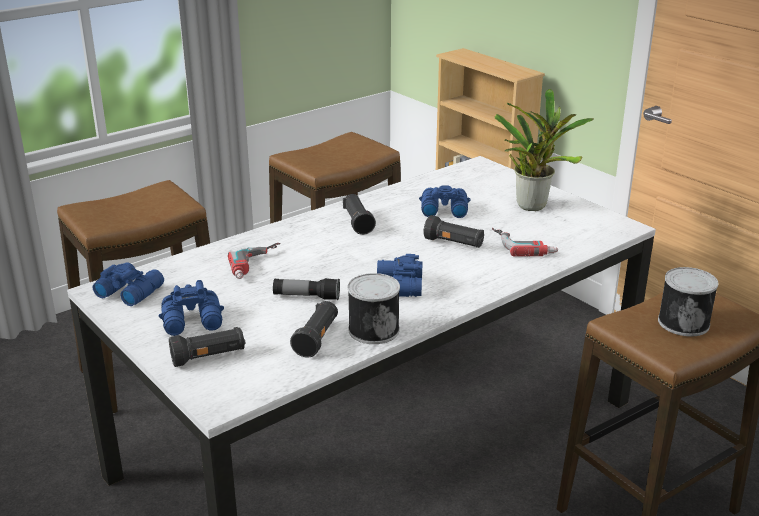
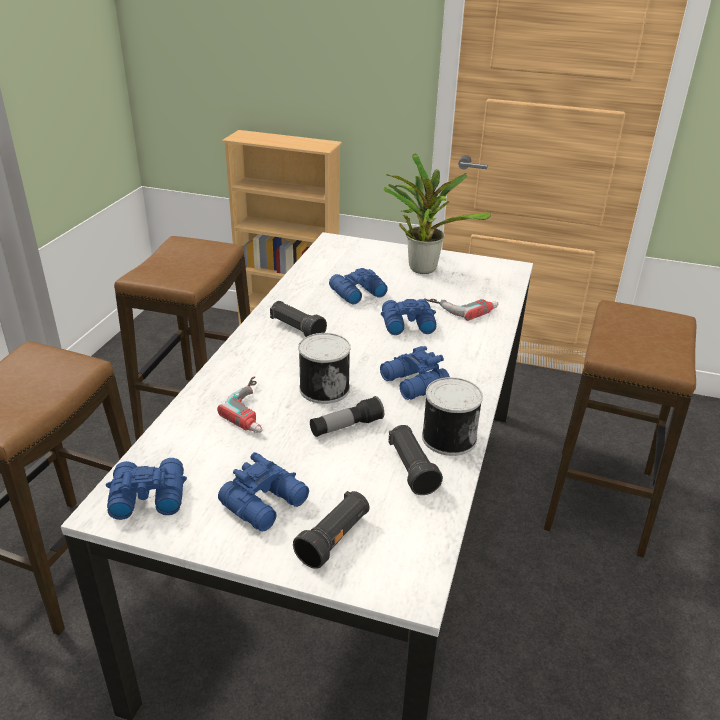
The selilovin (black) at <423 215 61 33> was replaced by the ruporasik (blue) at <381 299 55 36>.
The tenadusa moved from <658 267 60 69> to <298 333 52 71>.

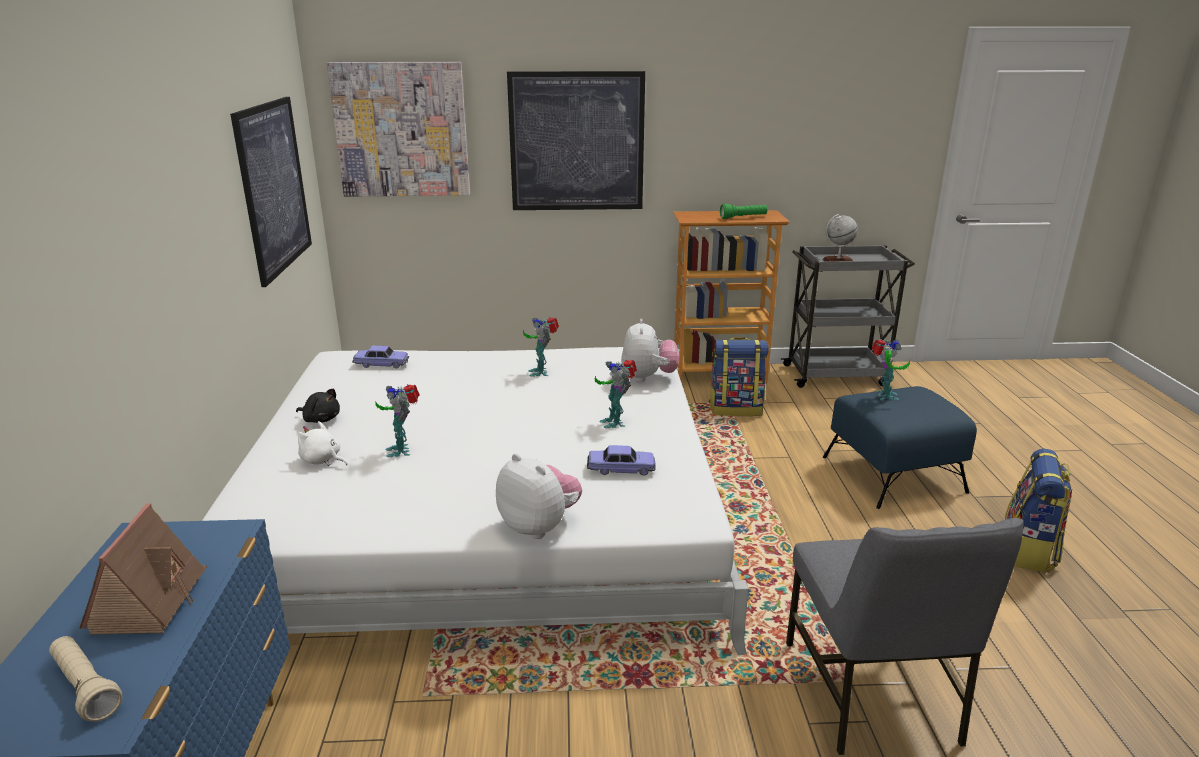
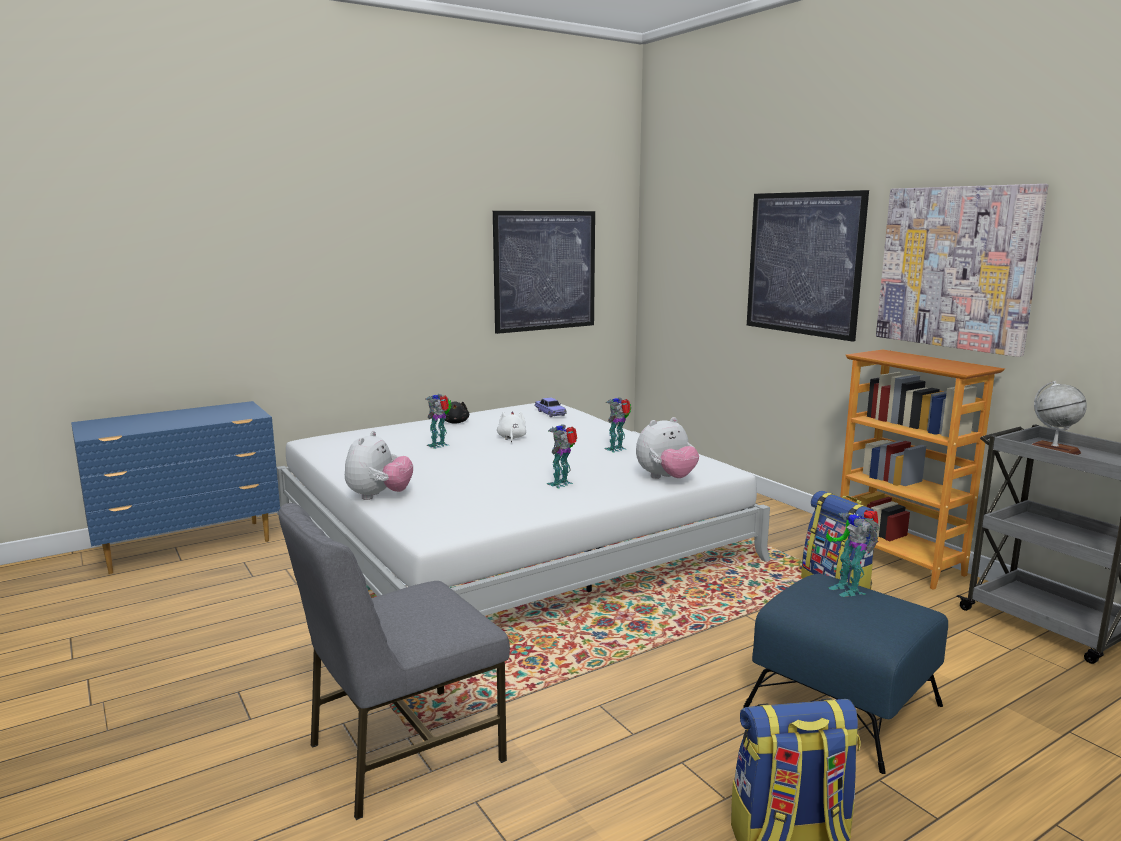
The selilovin (beige) at <49 636 73 86> disappeared.
The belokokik at <80 503 128 132> disappeared.
The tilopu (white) moved from <298 421 49 45> to <497 411 29 31>.
The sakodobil moved from <327 62 143 135> to <876 184 172 173>.
The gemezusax at <587 445 69 31> disappeared.
The selilovin (green) at <720 204 47 15> disappeared.
The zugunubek at <872 339 38 61> turned 90 degrees clockwise.

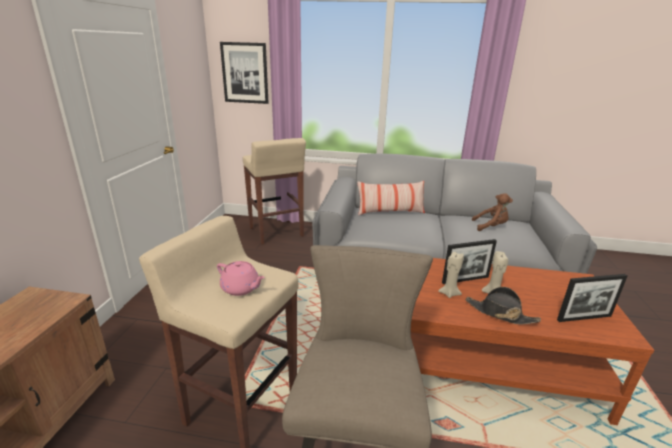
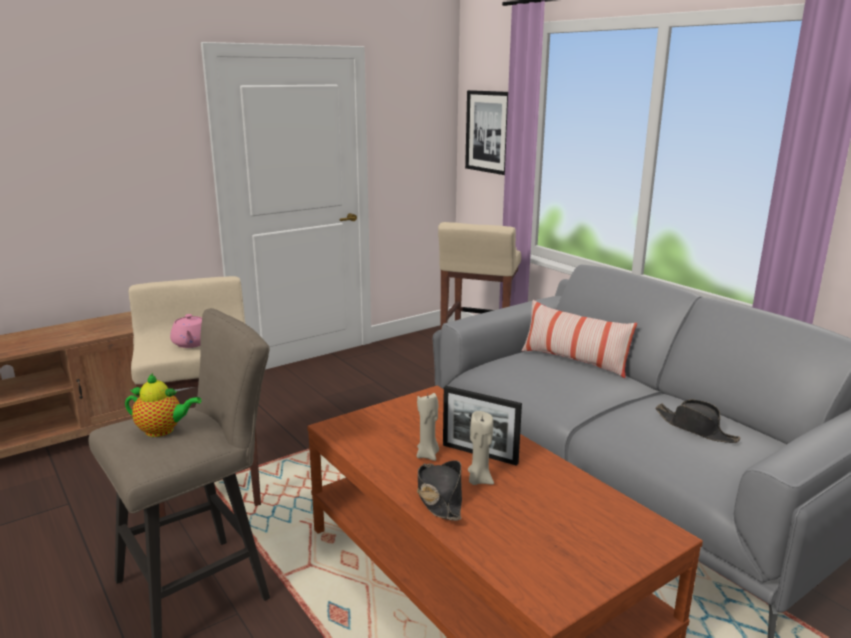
The tilopu (brown) at <472 193 41 38> was replaced by the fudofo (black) at <655 400 86 43>.
The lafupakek at <557 274 70 48> disappeared.
The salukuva at <125 373 77 64> appeared.

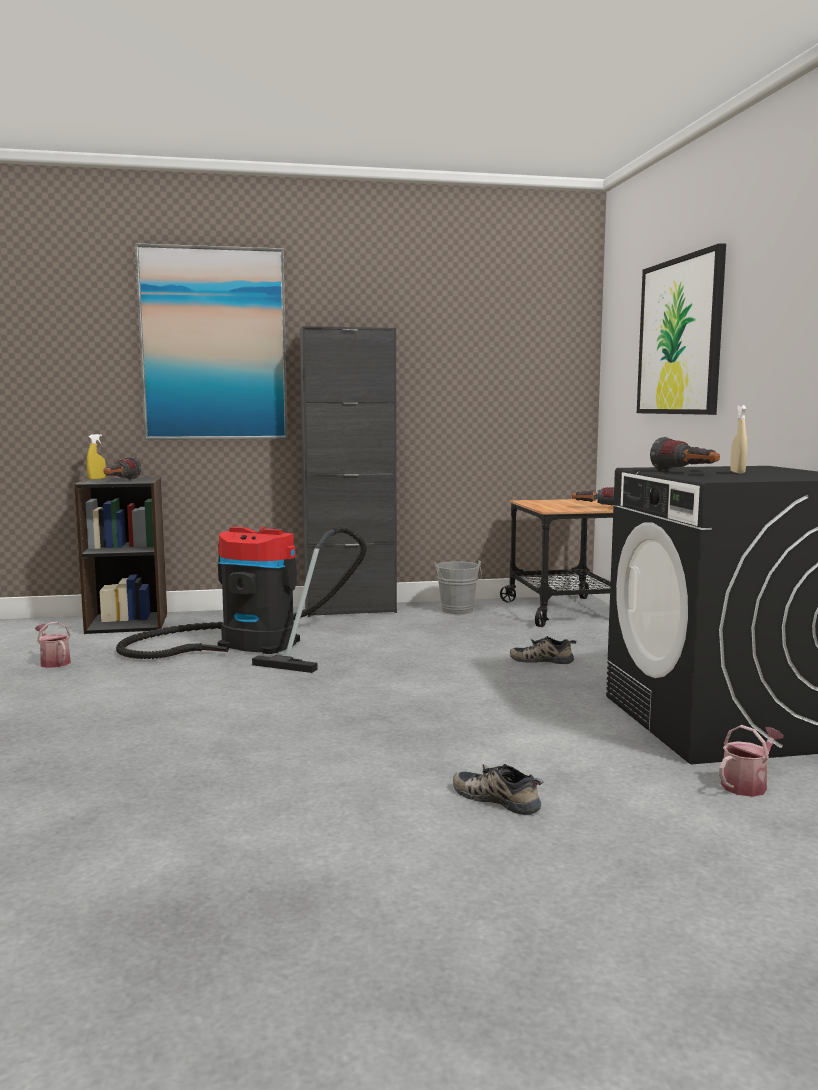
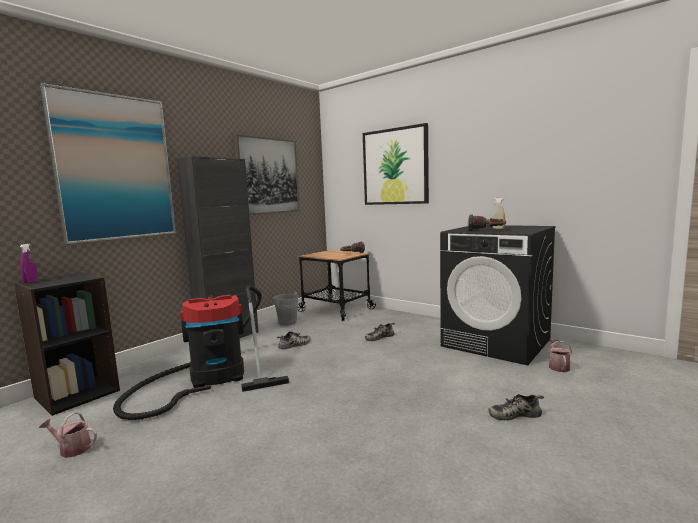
The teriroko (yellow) at <87 434 19 46> became the teriroko (purple) at <20 244 18 39>.
The selilovin at <104 456 37 24> disappeared.
The sakodobil at <234 135 66 80> appeared.
The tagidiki at <277 331 34 18> appeared.

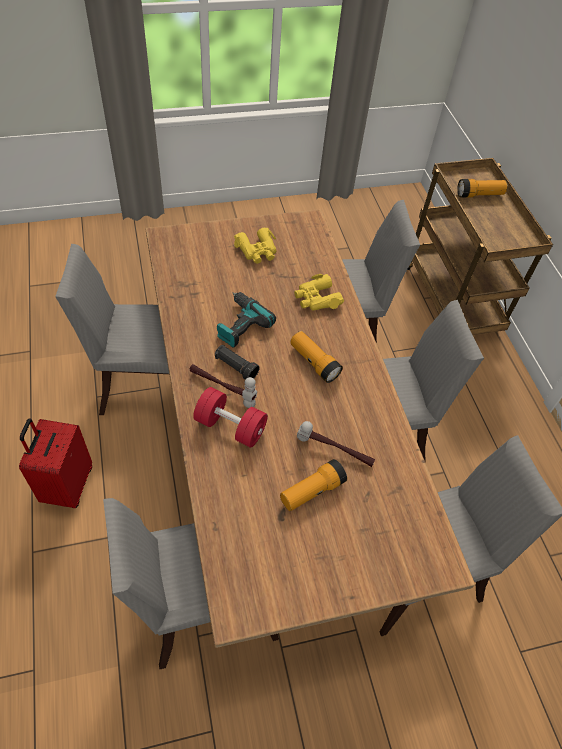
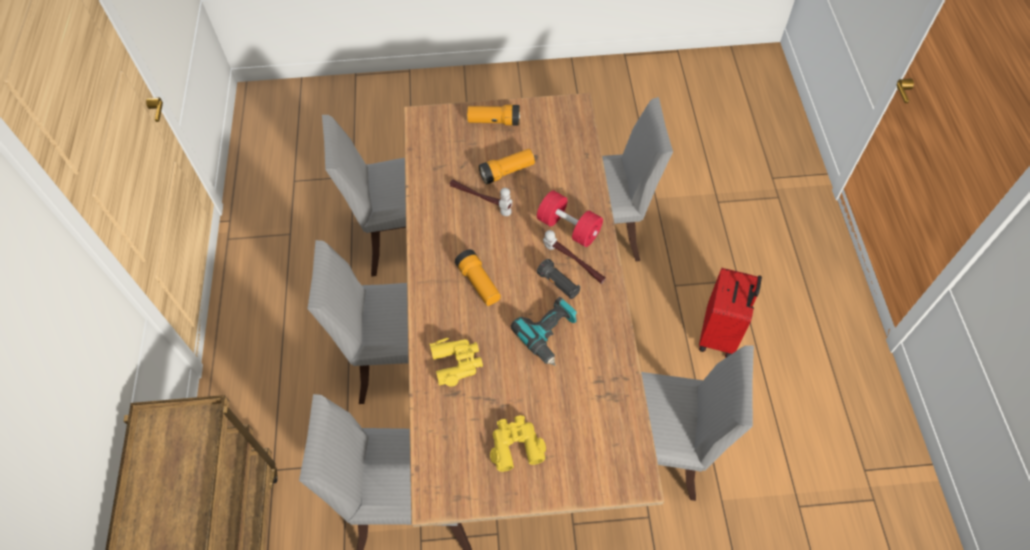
The selilovin moved from <457 179 51 19> to <467 105 53 20>.

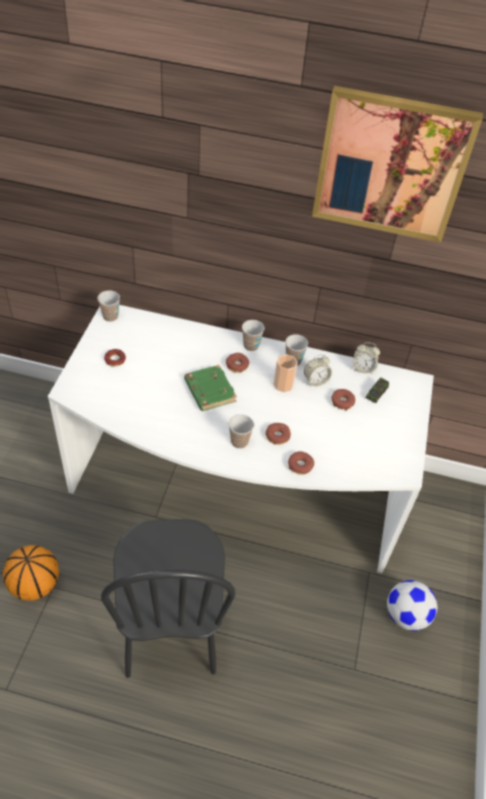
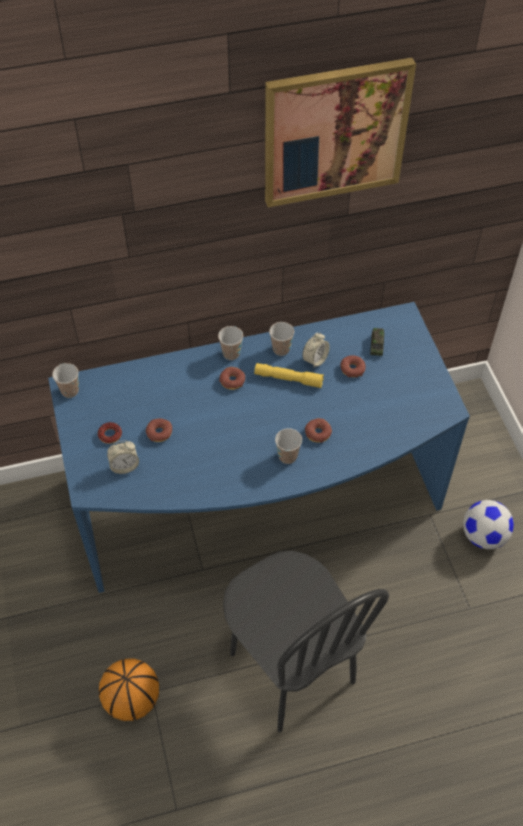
The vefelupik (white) at <48 305 386 268> became the vefelupik (blue) at <48 302 422 291>.
The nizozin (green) at <184 365 53 46> disappeared.
The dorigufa at <273 354 25 38> was replaced by the selilovin (yellow) at <254 363 70 25>.
The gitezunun moved from <288 451 26 24> to <146 419 26 23>.
The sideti moved from <353 343 27 30> to <107 440 32 34>.

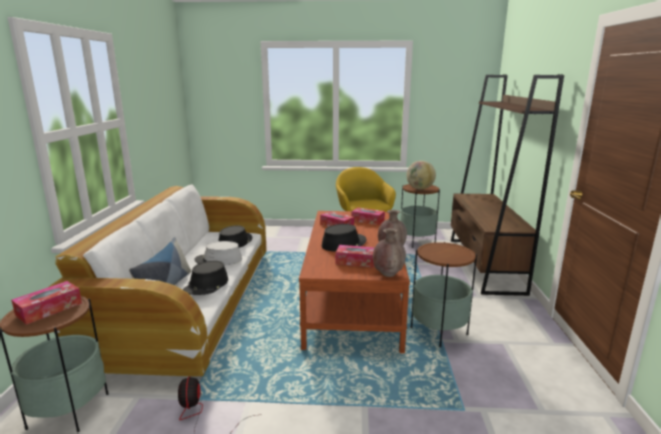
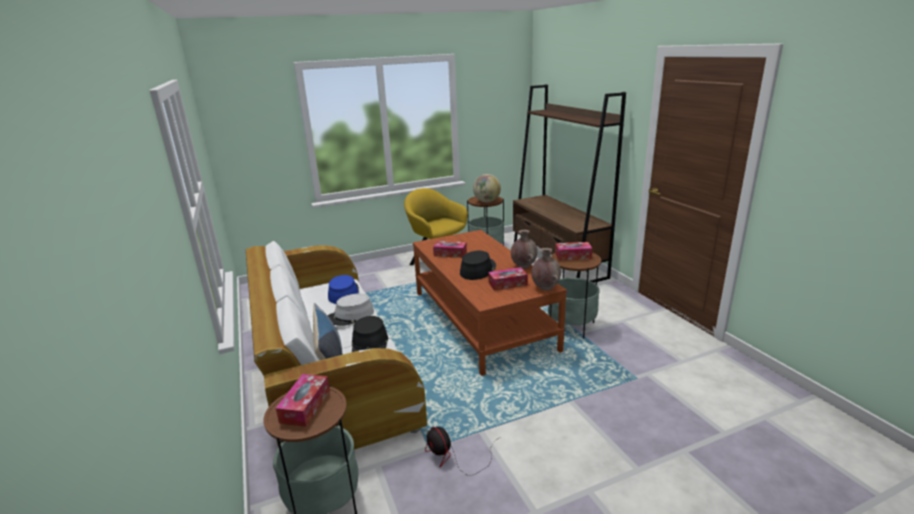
The fudofo (black) at <218 225 34 23> became the fudofo (blue) at <328 275 31 29>.
The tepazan moved from <351 207 34 18> to <555 242 38 18>.

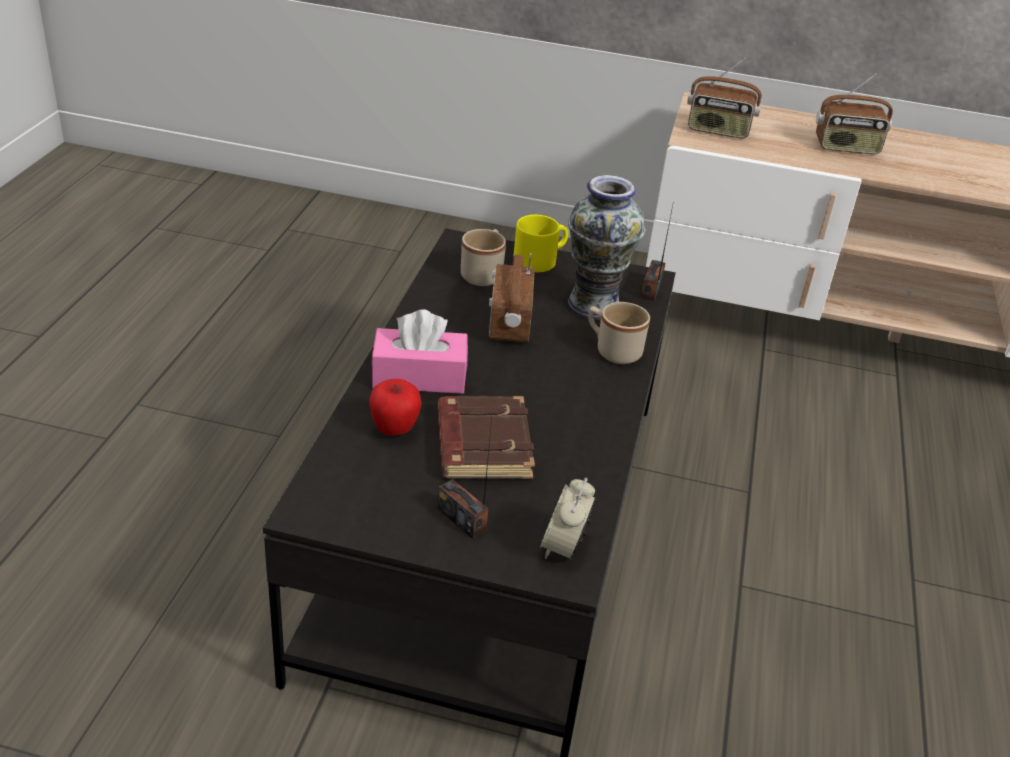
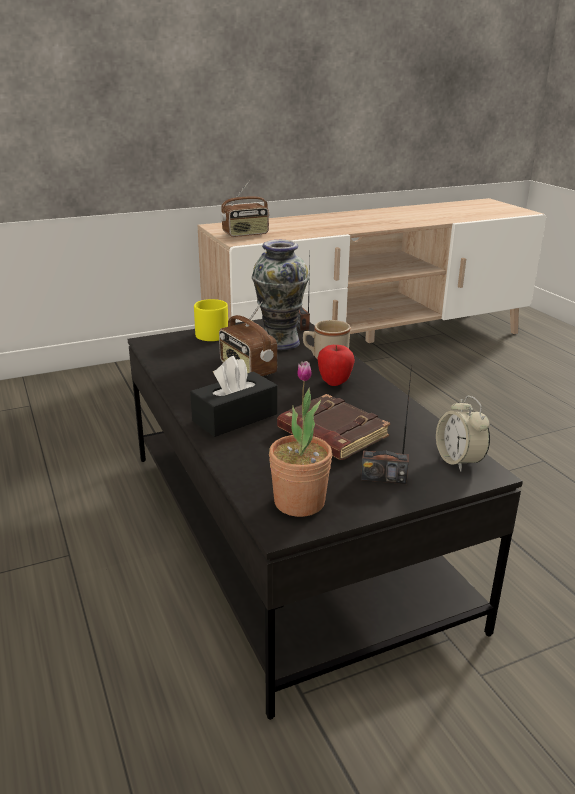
The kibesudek moved from <370 379 52 57> to <317 345 38 41>.
The tepazan (pink) at <371 309 97 85> became the tepazan (black) at <190 356 87 81>.
The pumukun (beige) at <461 229 45 57> disappeared.
The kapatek at <816 74 77 80> disappeared.
The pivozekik at <269 361 63 156> appeared.

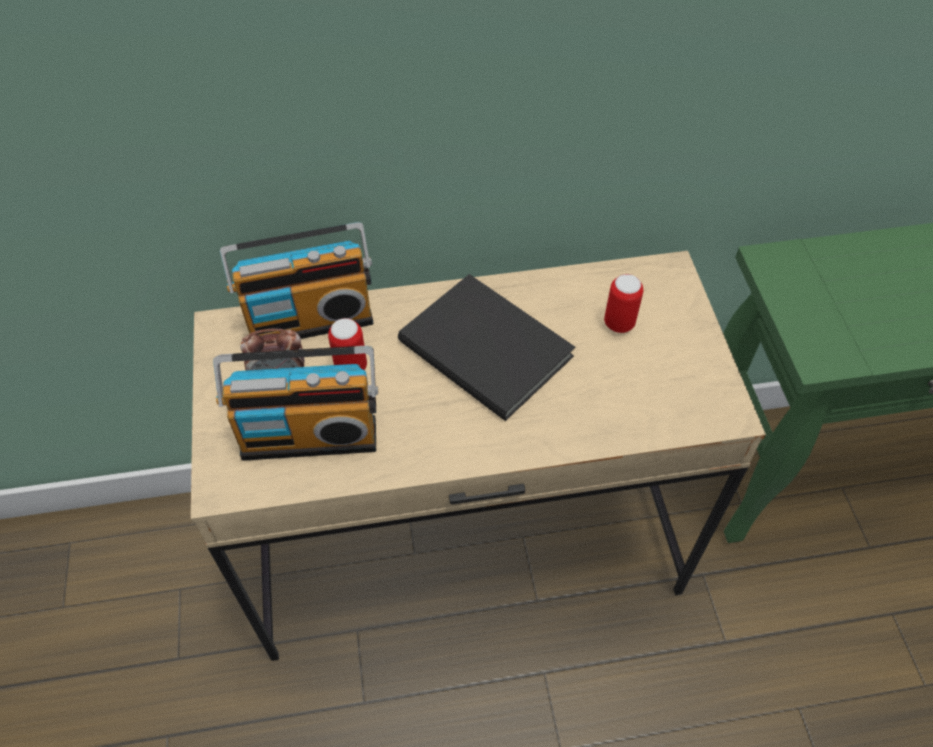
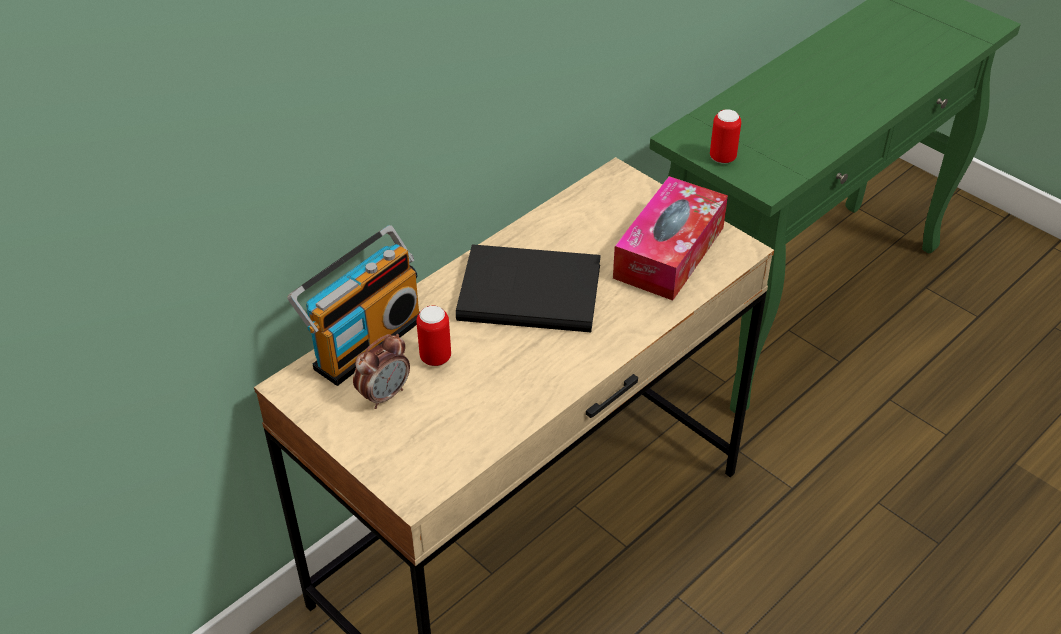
The kapatek at <213 345 165 116> disappeared.
The tenadusa moved from <604 274 39 59> to <710 109 31 54>.
The tepazan at <613 176 115 125> appeared.

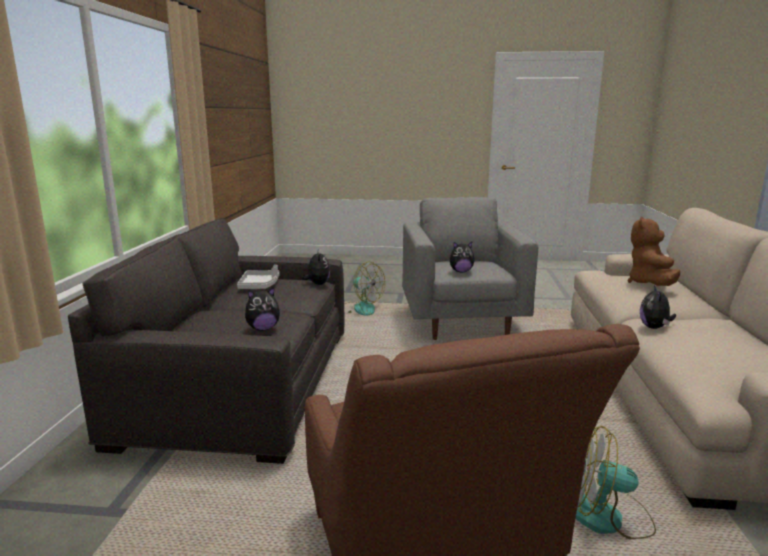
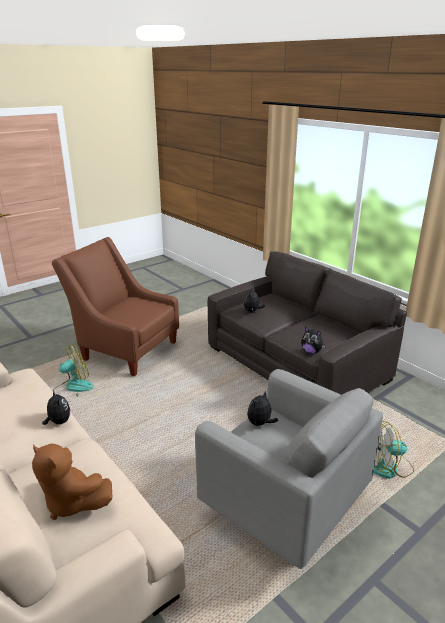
The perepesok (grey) at <237 265 42 24> disappeared.
The tilopu (brown) at <628 217 52 69> turned 150 degrees clockwise.

